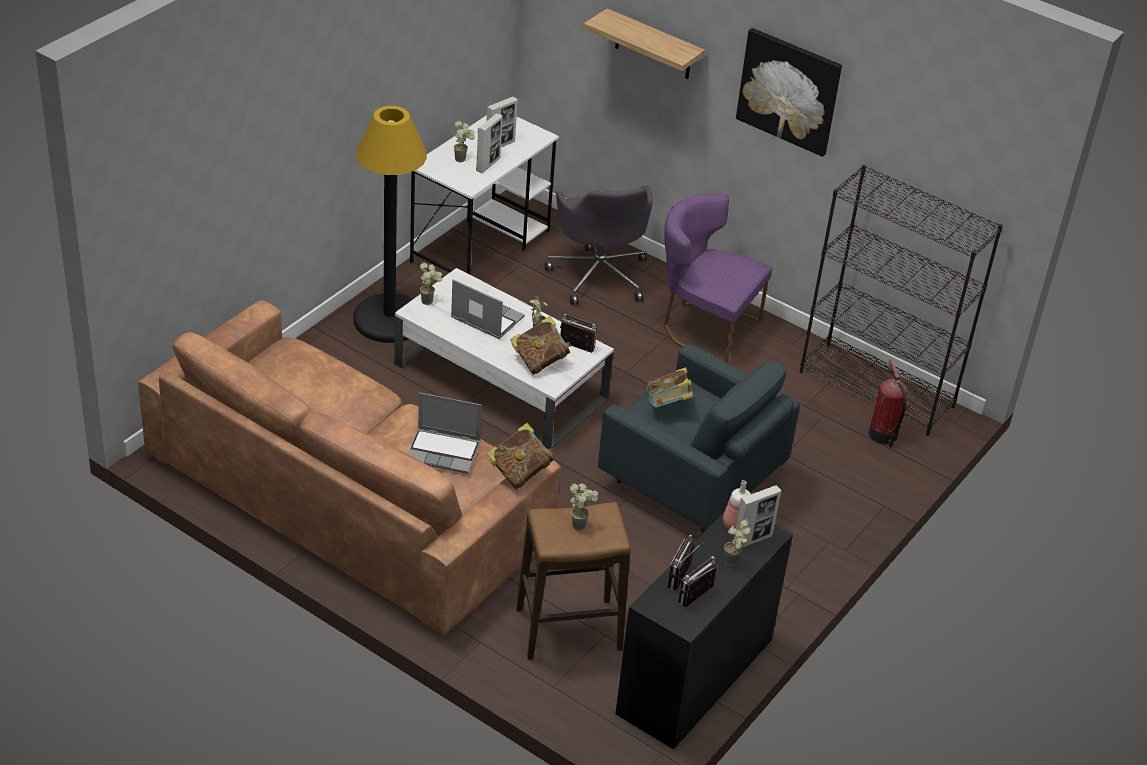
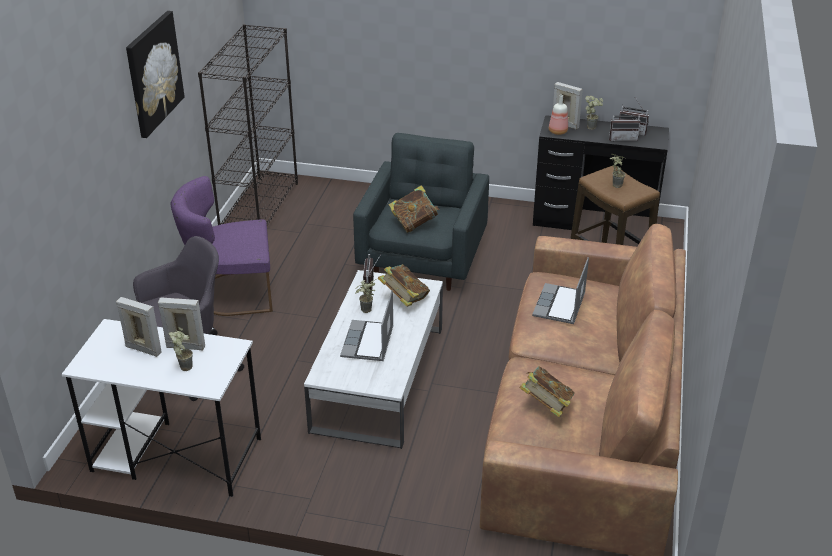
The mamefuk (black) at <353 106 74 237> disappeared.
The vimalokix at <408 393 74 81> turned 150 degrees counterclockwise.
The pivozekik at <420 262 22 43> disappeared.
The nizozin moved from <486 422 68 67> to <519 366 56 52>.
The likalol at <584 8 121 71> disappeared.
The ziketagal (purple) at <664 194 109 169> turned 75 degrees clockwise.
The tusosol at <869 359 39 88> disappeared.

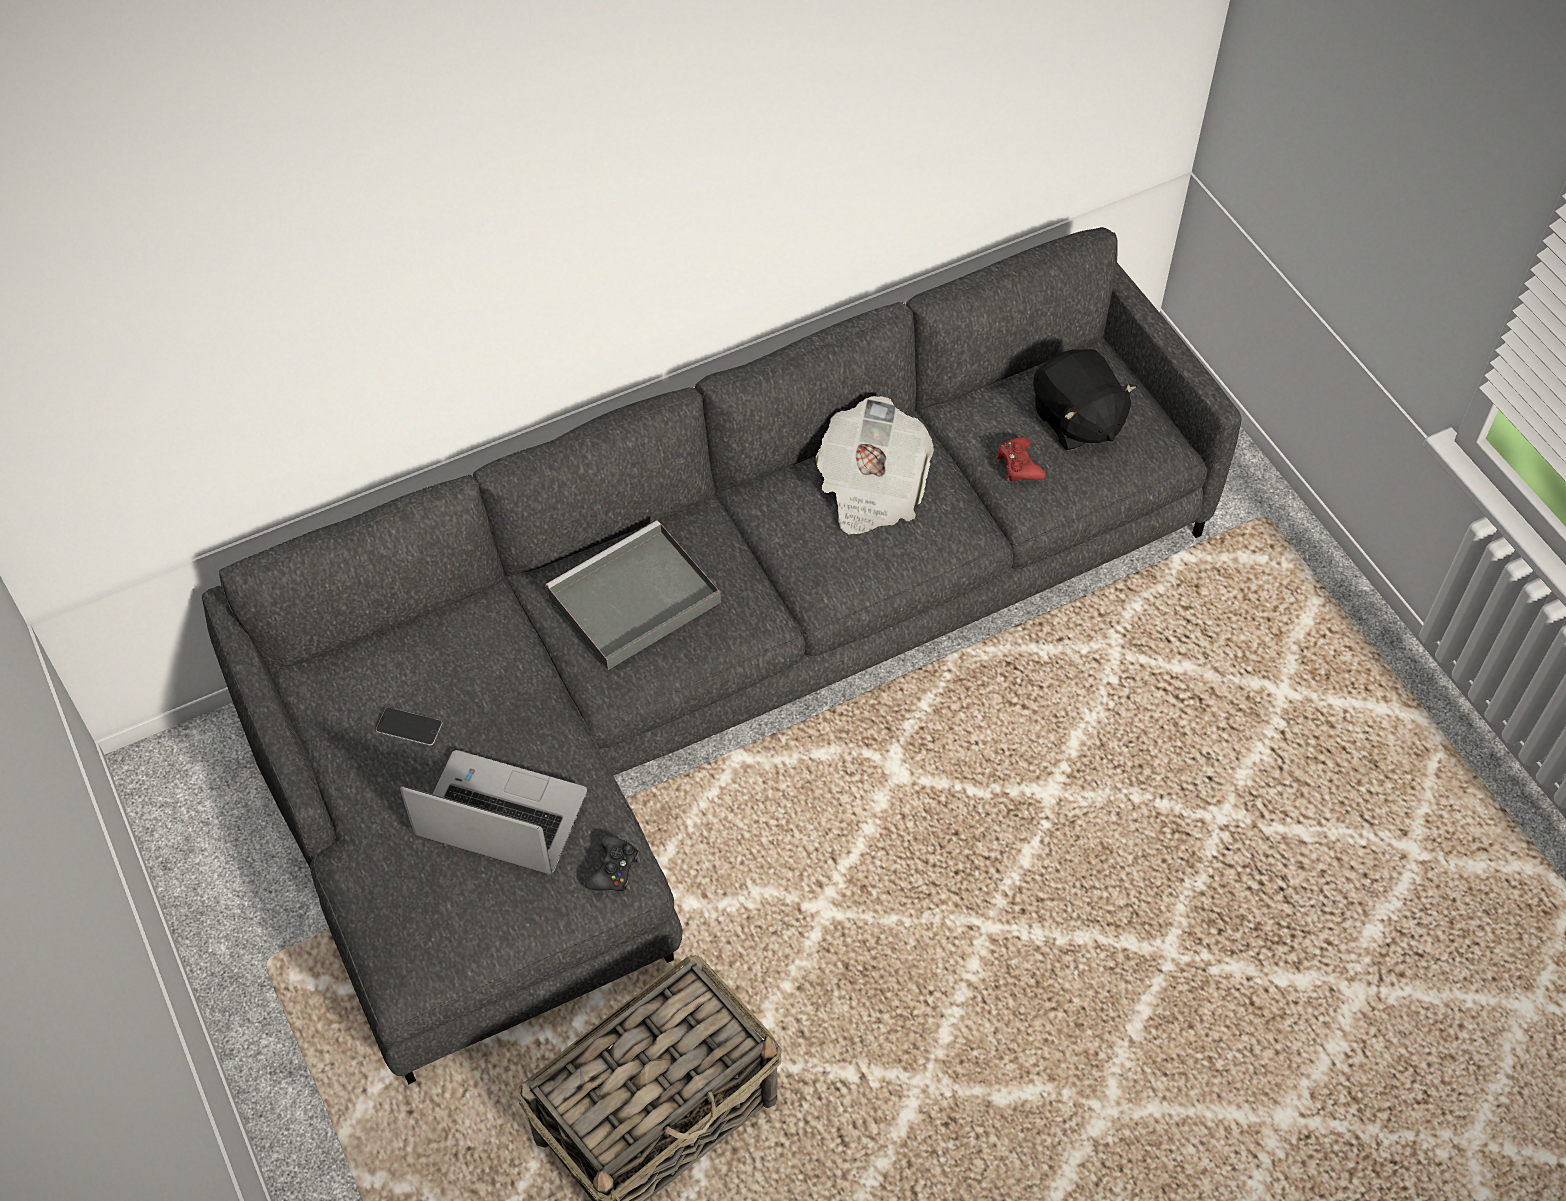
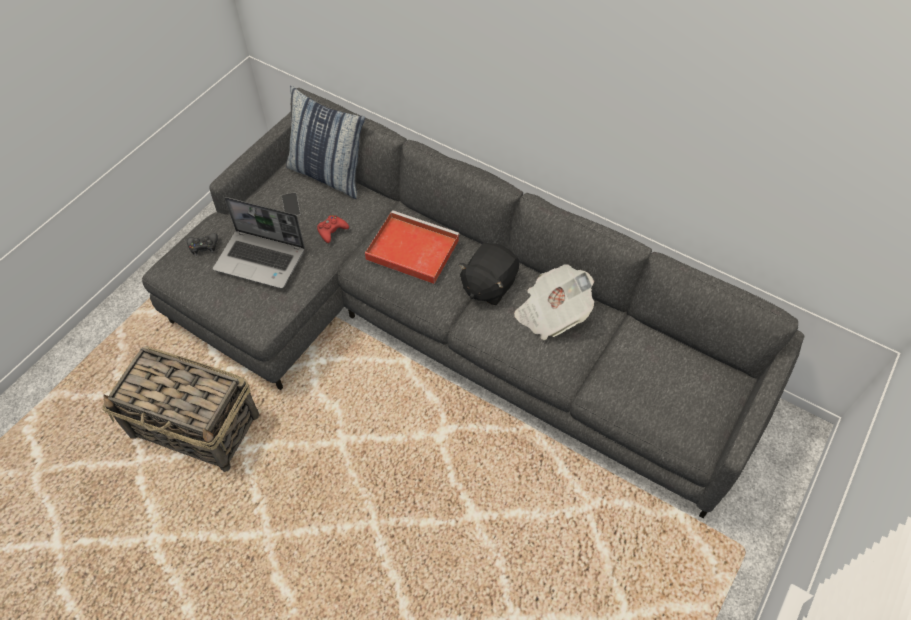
The vimalokix at <399 750 188 125> turned 120 degrees clockwise.
The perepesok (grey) at <545 520 176 150> became the perepesok (red) at <365 210 95 74>.
The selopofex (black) moved from <585 836 56 55> to <187 233 31 23>.
The selopofex (red) moved from <996 437 49 44> to <317 215 32 28>.
The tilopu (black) moved from <1033 349 104 101> to <459 243 60 62>.
The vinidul at <286 86 79 113> appeared.

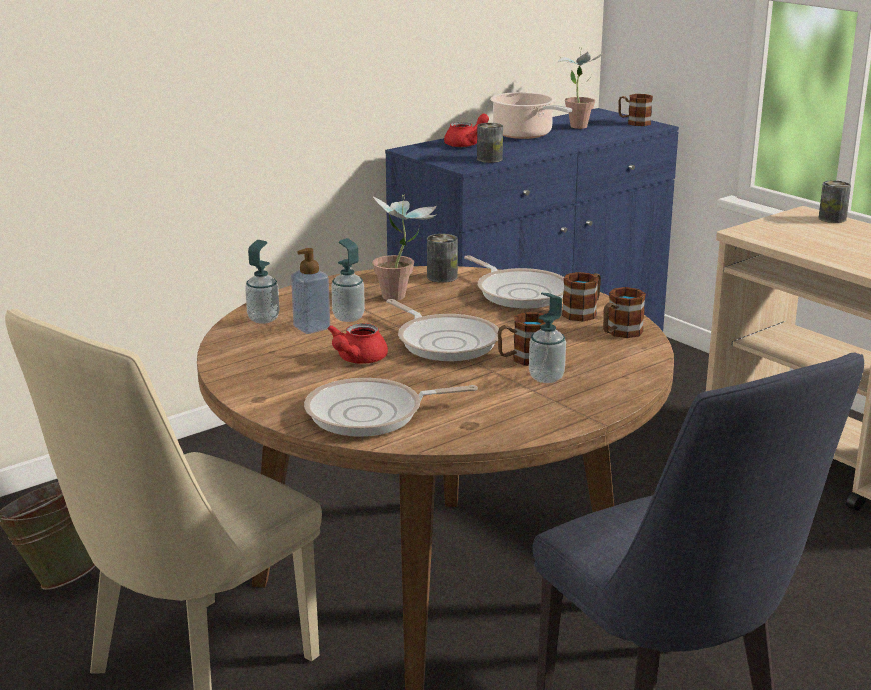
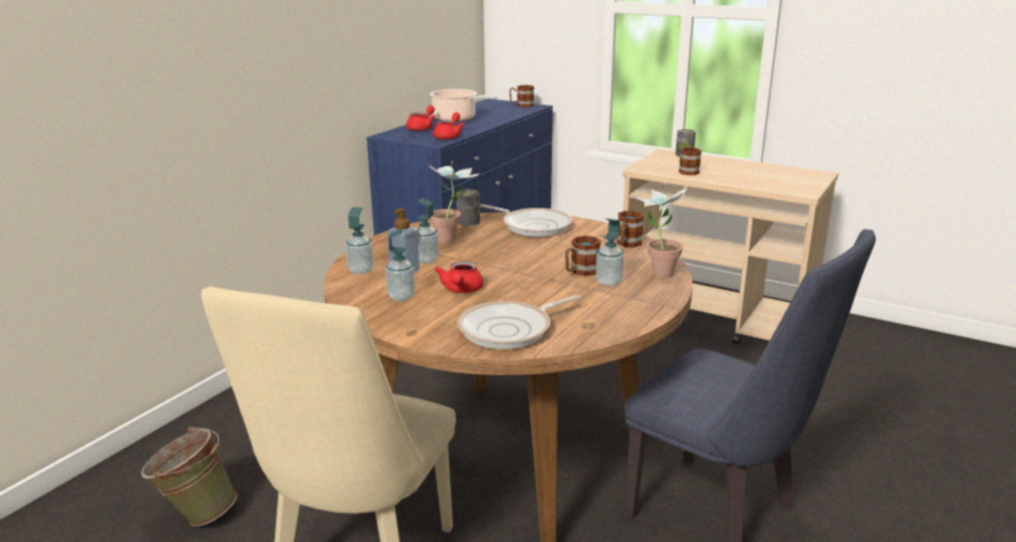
The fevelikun at <386 299 113 62> disappeared.
The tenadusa at <477 123 26 40> was replaced by the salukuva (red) at <433 112 31 28>.
The pivozekik moved from <558 47 46 82> to <633 185 55 93>.
The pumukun moved from <562 272 39 50> to <679 148 23 27>.
The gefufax at <385 229 30 72> appeared.

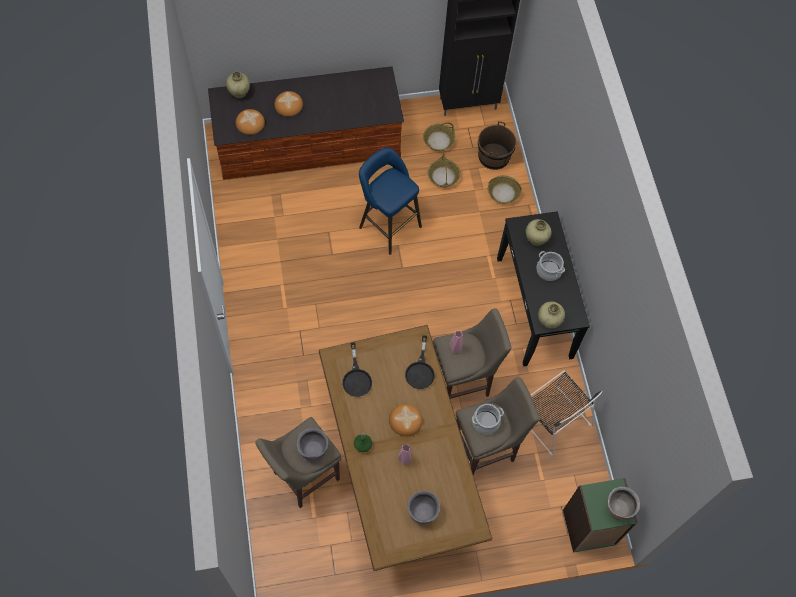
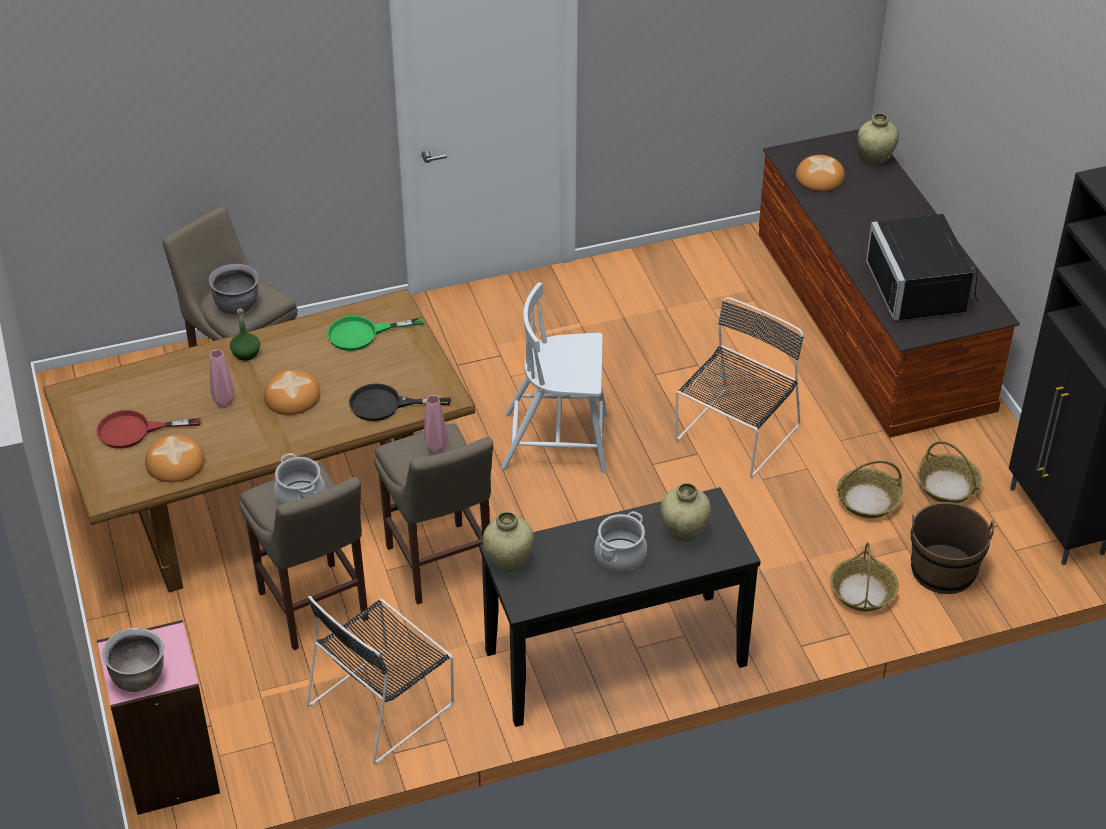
The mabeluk moved from <274 91 29 26> to <145 435 59 47>.
The fevelikun (black) at <342 342 30 55> became the fevelikun (green) at <327 316 97 35>.
The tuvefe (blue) at <359 147 63 108> was replaced by the ziketagal (black) at <675 297 129 180>.
The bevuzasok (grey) at <408 490 32 34> was replaced by the fevelikun (red) at <96 410 105 38>.
The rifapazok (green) at <563 478 75 75> became the rifapazok (pink) at <97 620 123 195>.
The ziketagal (white) at <501 282 106 191> appeared.
The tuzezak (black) at <866 214 113 107> appeared.

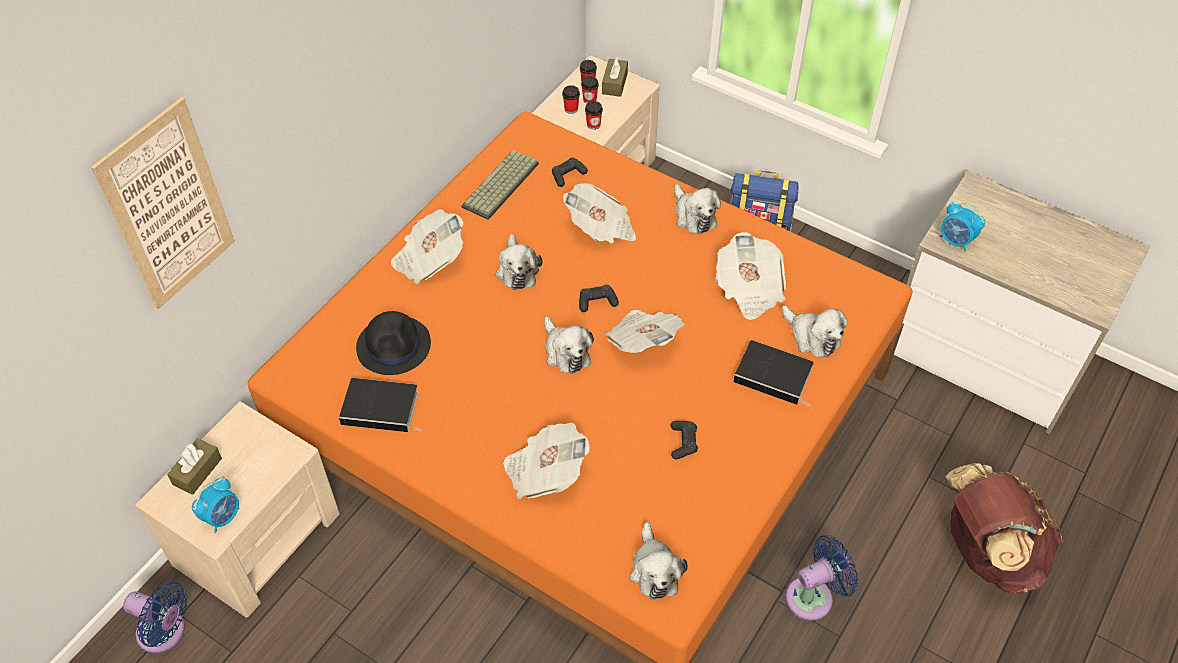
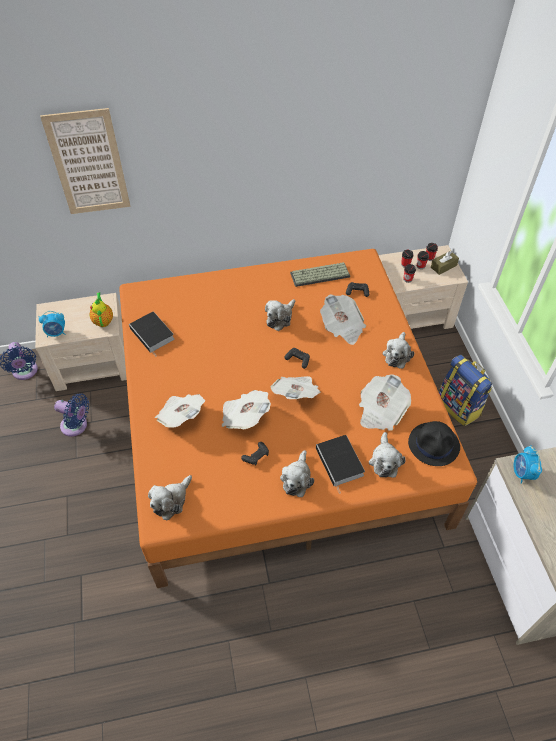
The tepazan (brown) at <167 438 55 57> disappeared.
The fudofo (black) moved from <356 311 75 64> to <408 421 52 45>.
The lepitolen moved from <391 209 73 75> to <222 390 49 39>.
The tilopu moved from <544 316 50 58> to <280 450 34 47>.
The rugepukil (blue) moved from <786 535 73 86> to <54 393 35 44>.
The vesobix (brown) at <946 463 117 130> disappeared.
The salukuva at <89 292 24 35> appeared.

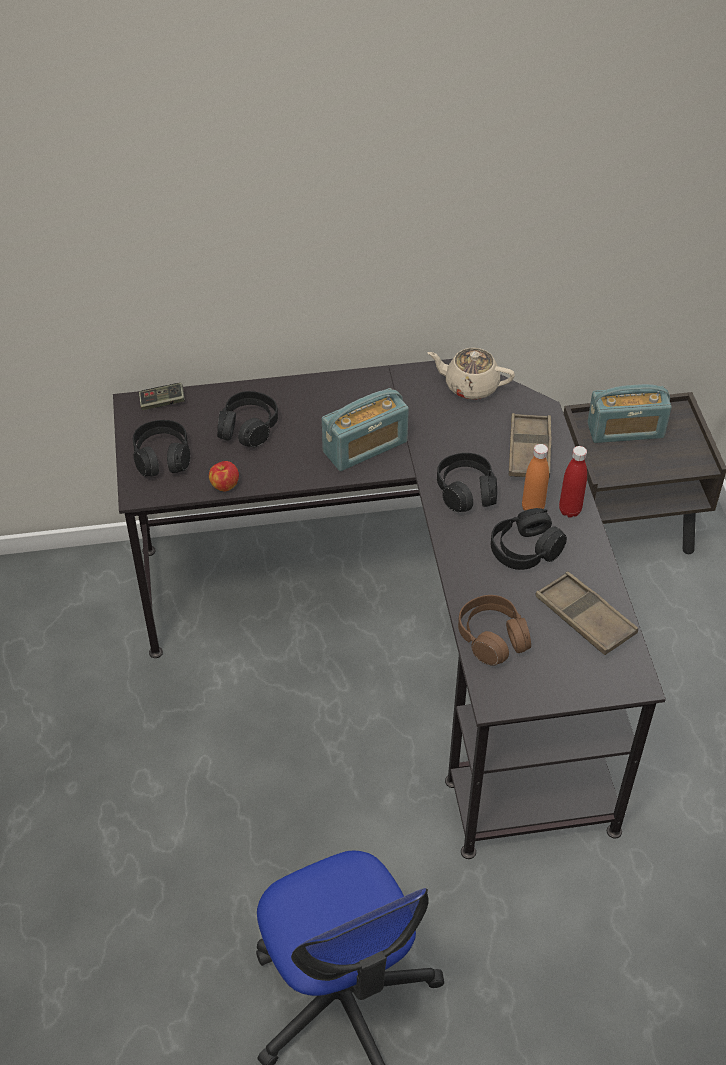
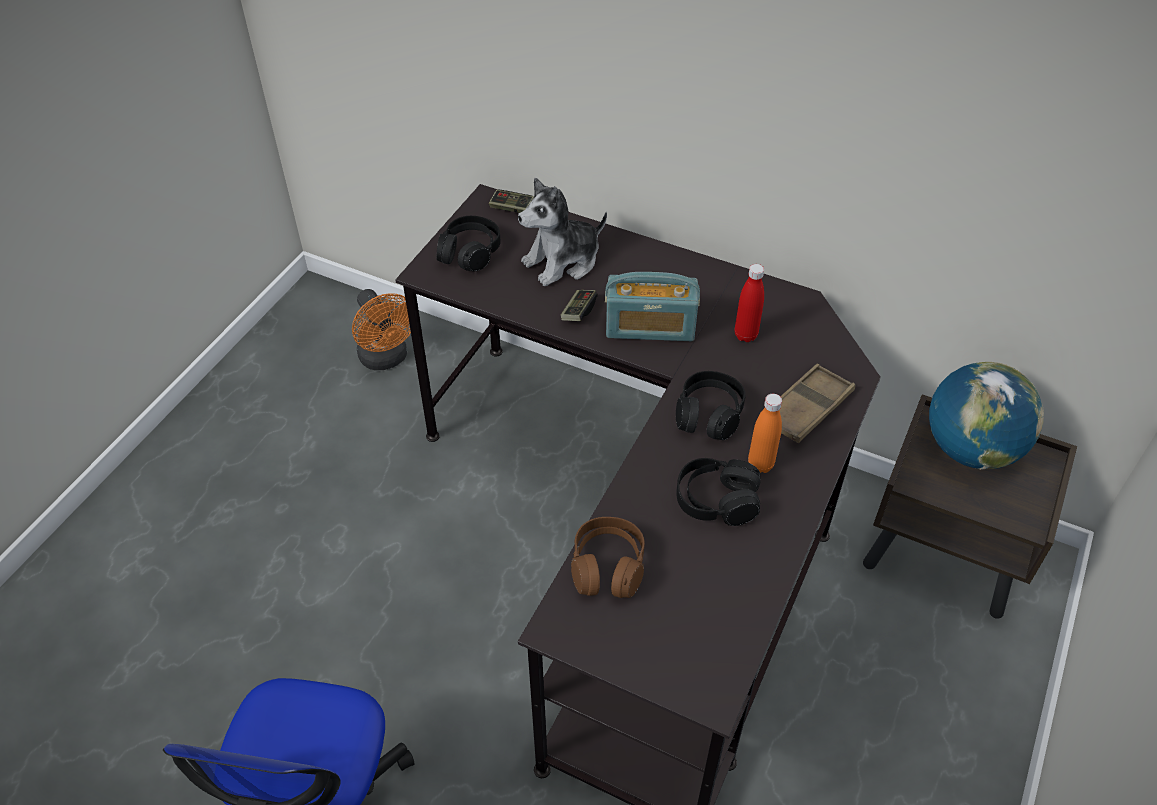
The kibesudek at <209 461 30 31> disappeared.
The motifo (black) at <217 391 61 56> was replaced by the tilopu at <518 178 89 108>.
The salukuva (beige) at <427 348 88 52> disappeared.
The perepesok (brown) at <536 571 102 84> disappeared.
The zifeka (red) moved from <559 446 28 72> to <735 264 29 78>.
The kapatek at <587 384 85 59> was replaced by the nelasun at <929 362 115 108>.
The rugepukil (orange) at <352 289 59 81> appeared.
The selopofex at <560 290 38 31> appeared.

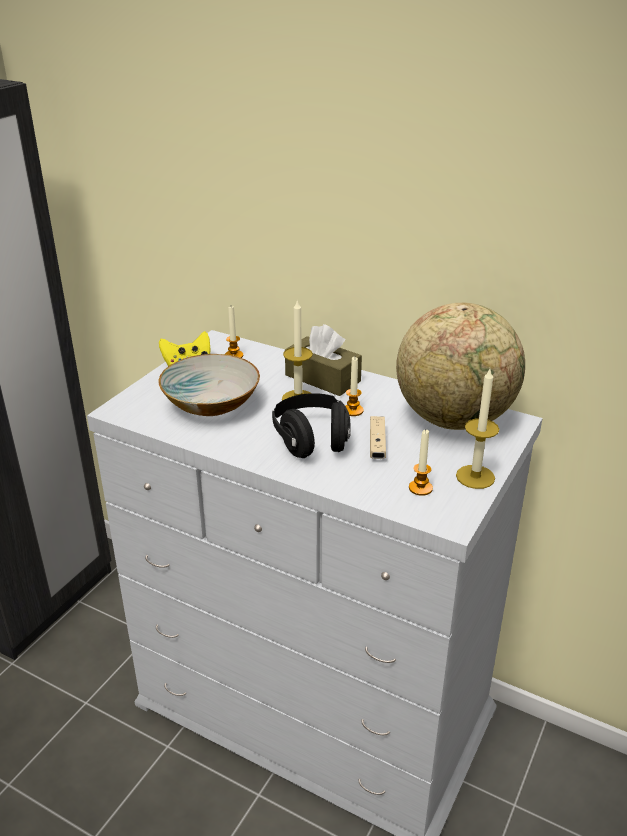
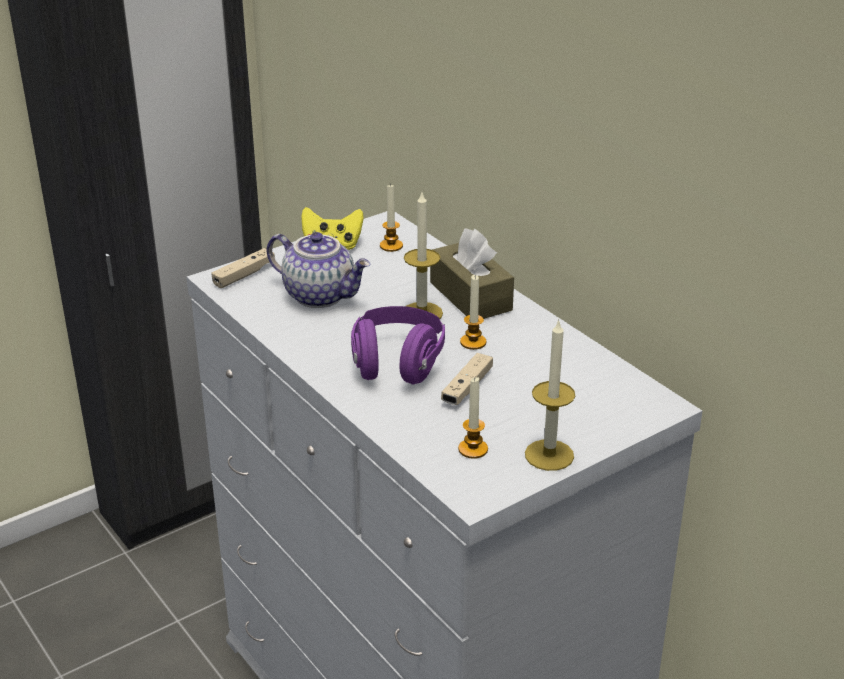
The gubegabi at <159 354 101 62> was replaced by the salukuva at <267 232 103 76>.
The motifo (black) at <272 393 79 65> became the motifo (purple) at <351 306 94 78>.
The nelasun at <396 303 129 127> disappeared.
The selopofex (beige) at <211 248 64 40> appeared.

